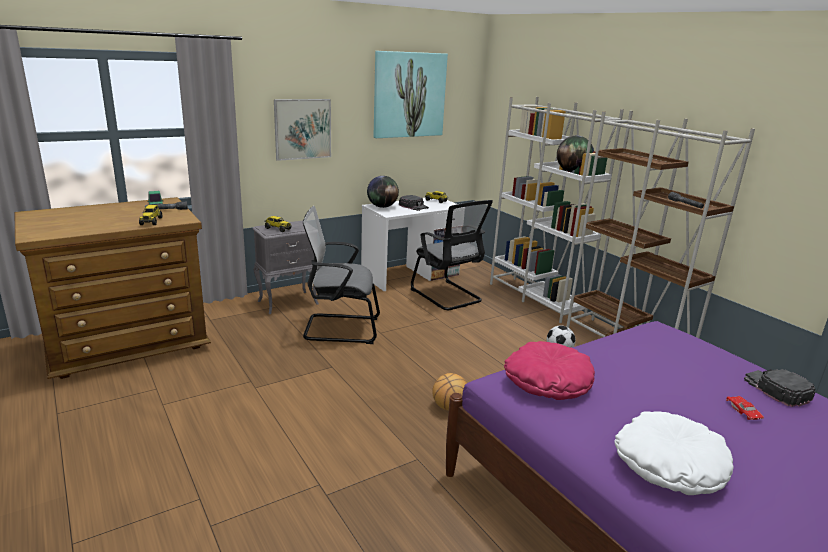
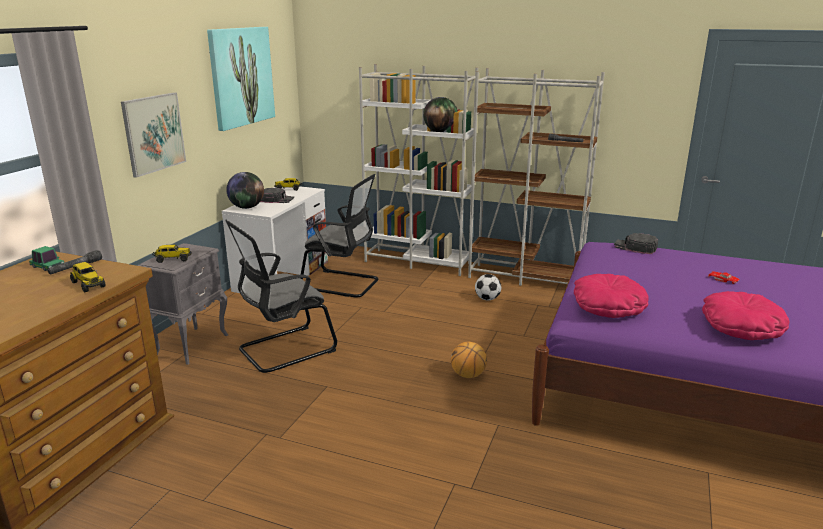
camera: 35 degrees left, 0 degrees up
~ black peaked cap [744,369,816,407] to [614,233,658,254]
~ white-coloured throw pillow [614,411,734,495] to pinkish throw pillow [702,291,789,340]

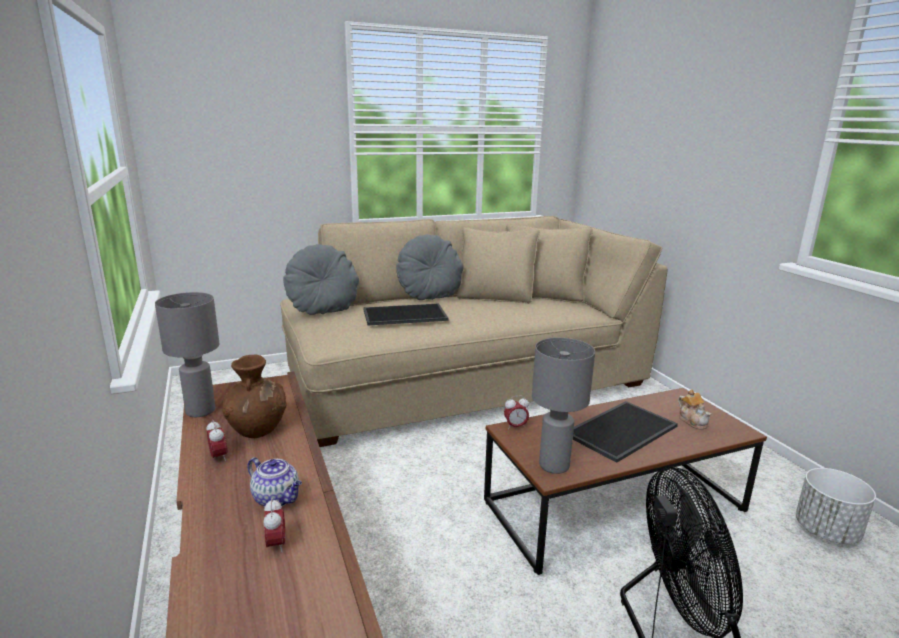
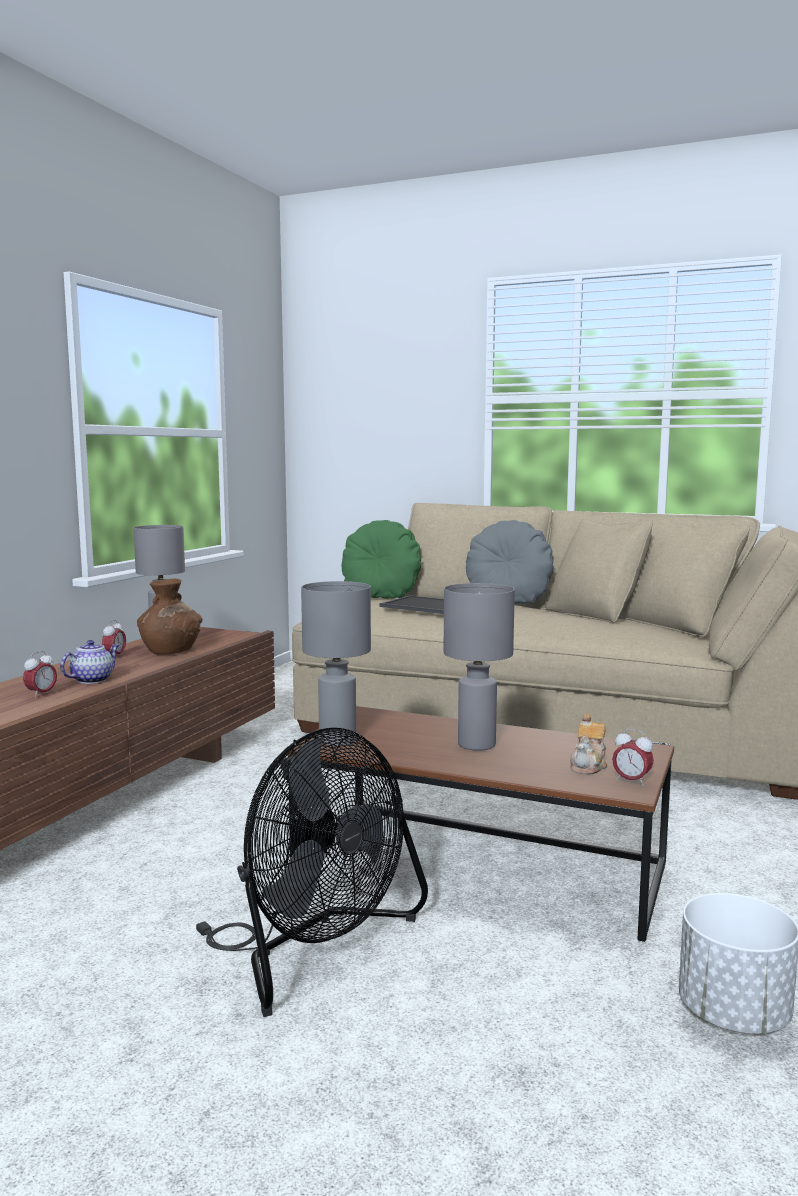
camera: 45 degrees right, 10 degrees down
~ tea pot [247,457,302,507] = [60,640,119,684] 135 degrees counterclockwise
~ greyish throw pillow [283,244,359,315] to greenish throw pillow [342,520,421,599]
~ carrying tray [573,401,678,463] to greyish table lamp [444,583,515,751]
~ bedside clock [504,396,529,429] to [612,728,654,786]

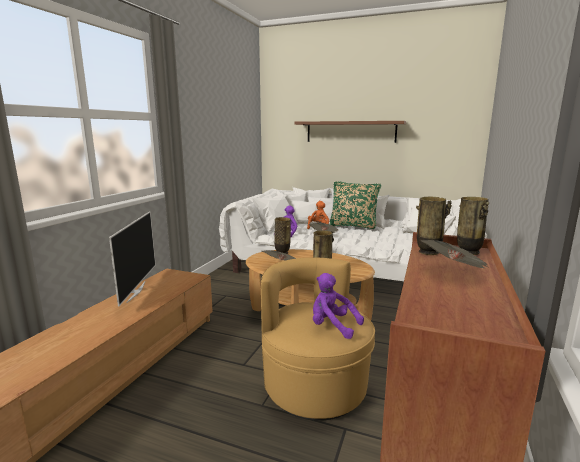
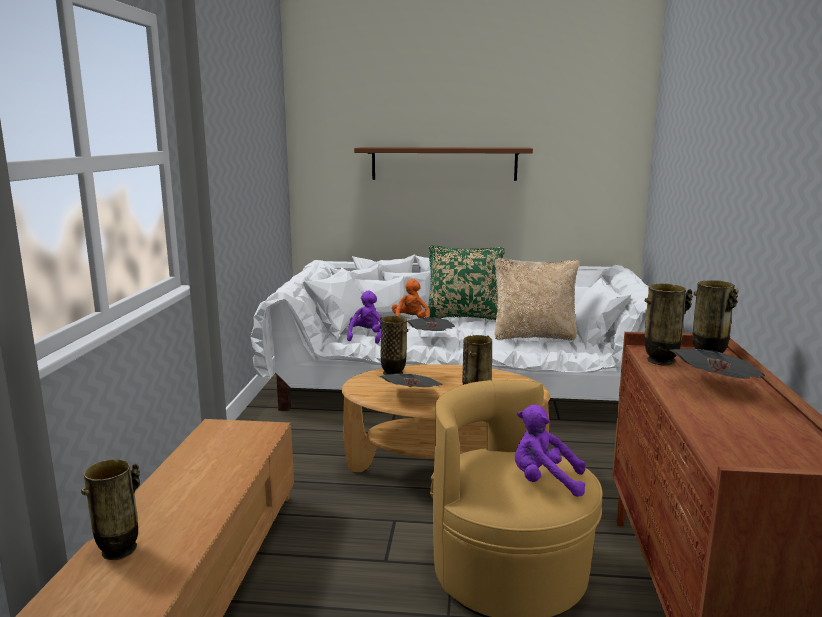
camera: 15 degrees left, 0 degrees up
+ vase [81,459,141,560]
+ sand-coloured throw pillow [494,258,580,341]
- television [109,211,156,307]

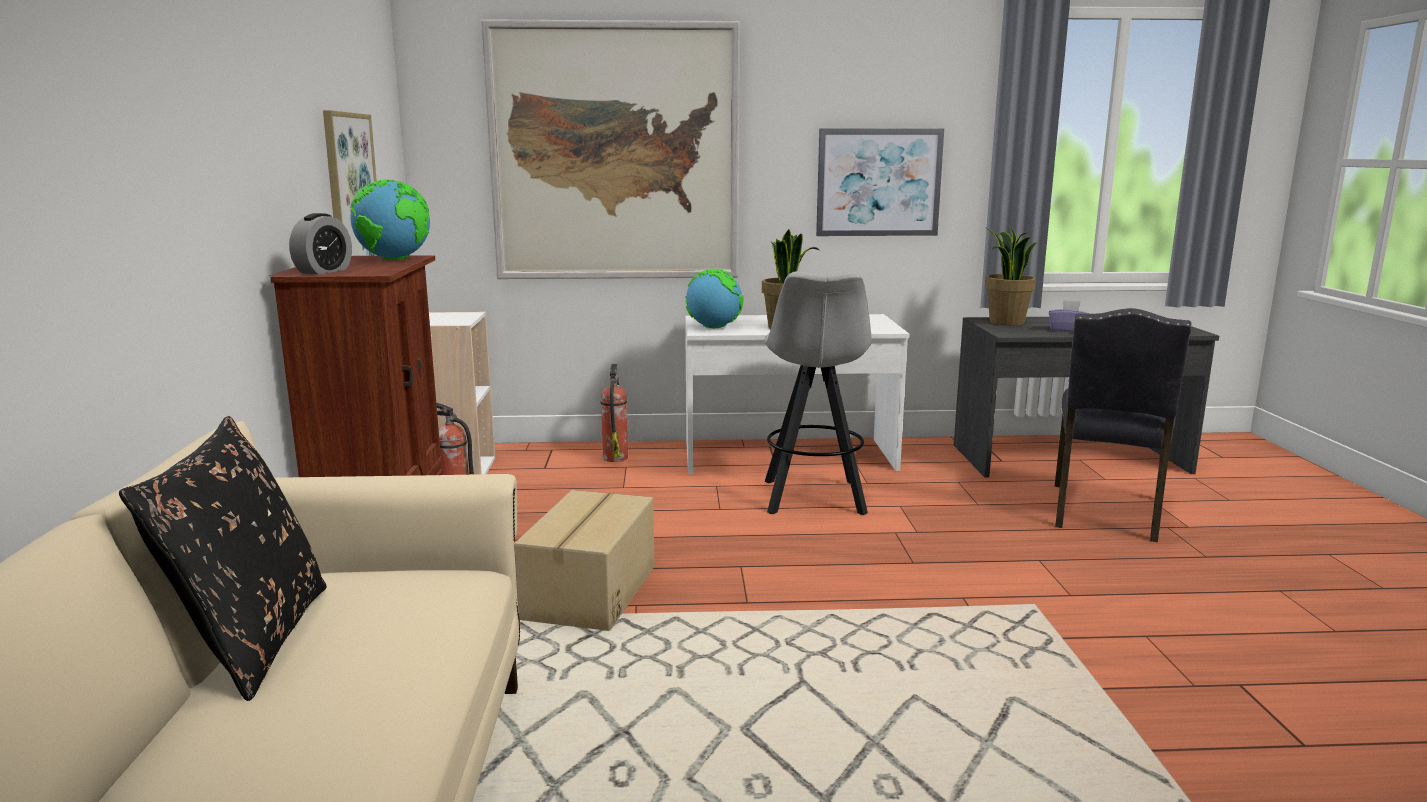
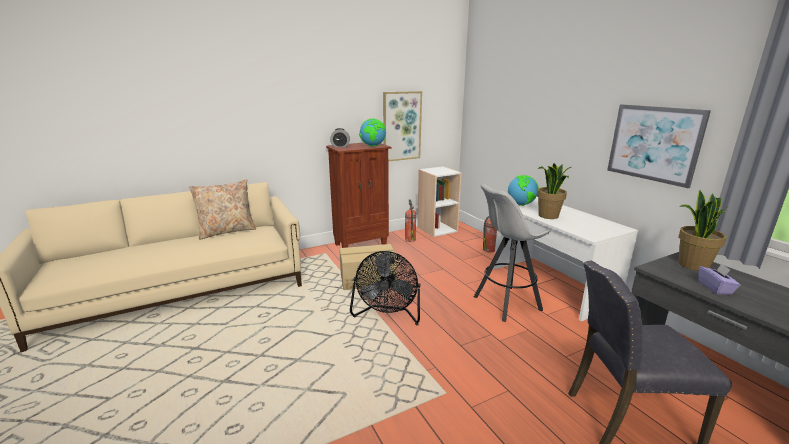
camera: 65 degrees right, 5 degrees up
~ black throw pillow [119,416,327,701] to sand-coloured throw pillow [189,179,256,240]
+ black cooling fan [350,251,420,326]
- wall picture [481,19,740,279]

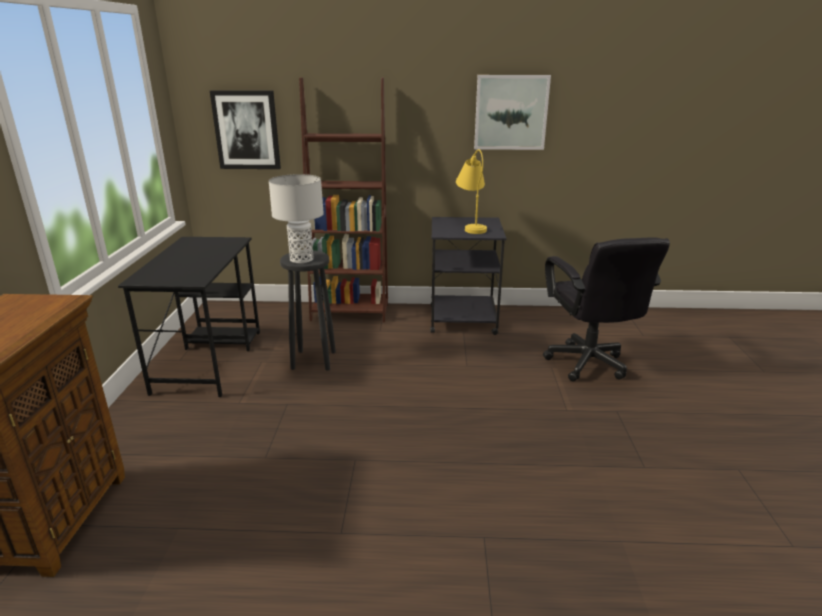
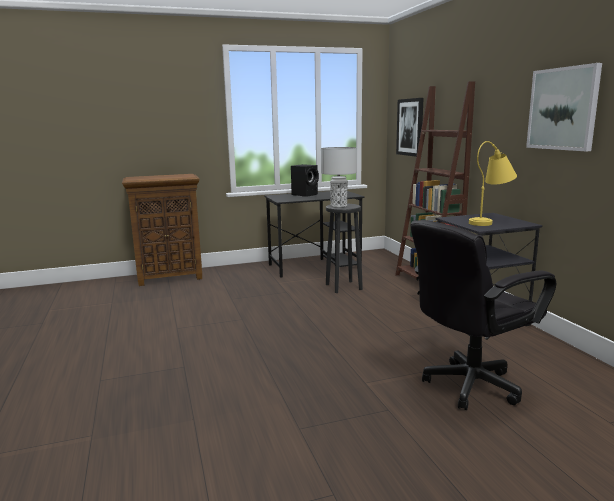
camera: 70 degrees right, 10 degrees down
+ black audio speaker [291,164,319,197]

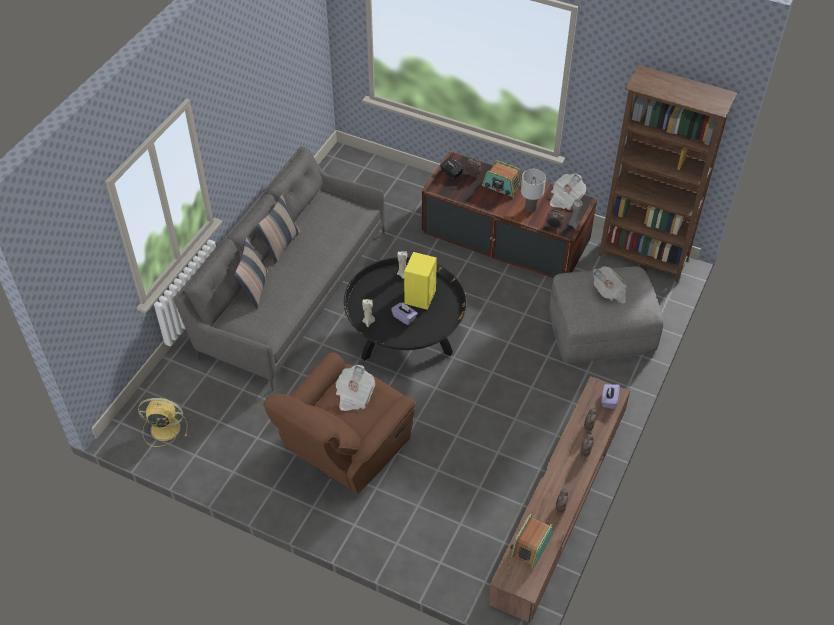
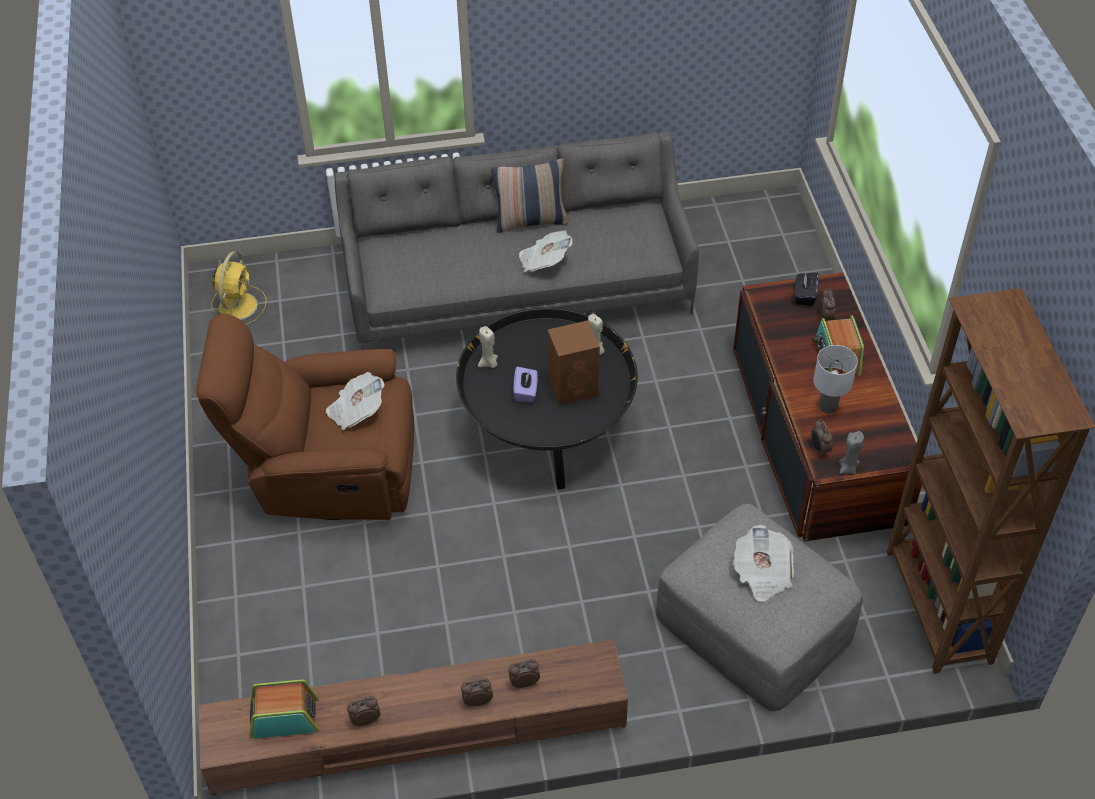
camera: 55 degrees right, 0 degrees up
~ yellow cooling fan [138,398,187,447] = [211,251,267,325] 45 degrees clockwise
~ newspaper [550,174,586,210] to [519,230,572,272]
~ yellow audio speaker [404,252,437,310] to brown-coloured audio speaker [548,320,600,406]
- throw pillow [234,238,268,309]
- purple-coloured tissue holder [602,384,620,409]

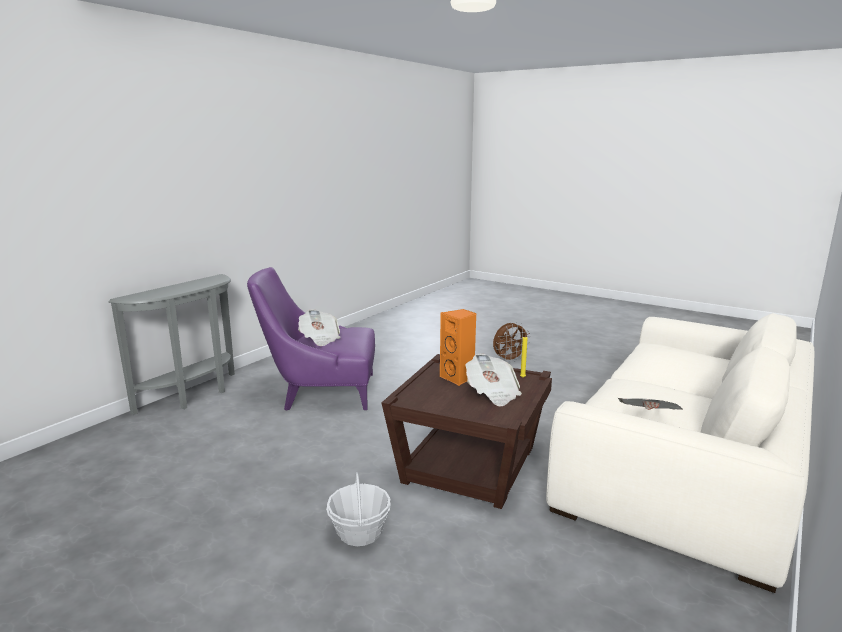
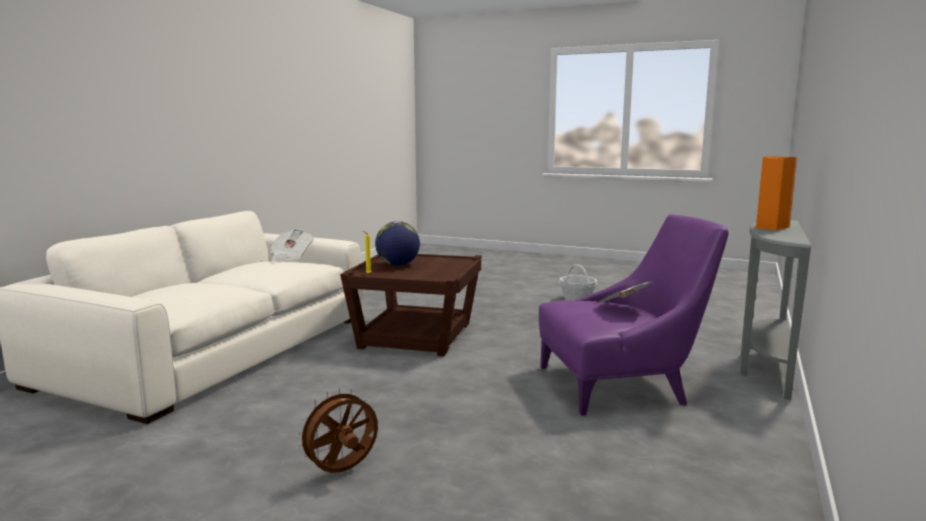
camera: 170 degrees right, 5 degrees down
~ newspaper [465,353,522,407] to world globe [375,221,420,266]
~ household basket [326,472,391,546] to [560,264,597,301]
~ orange audio speaker [440,309,476,386] to [756,156,797,230]

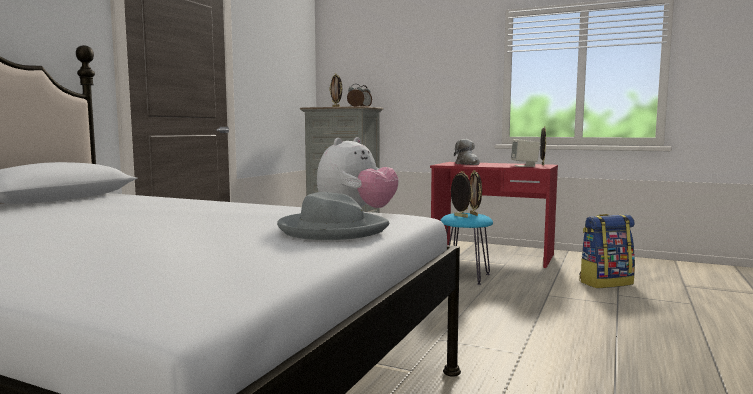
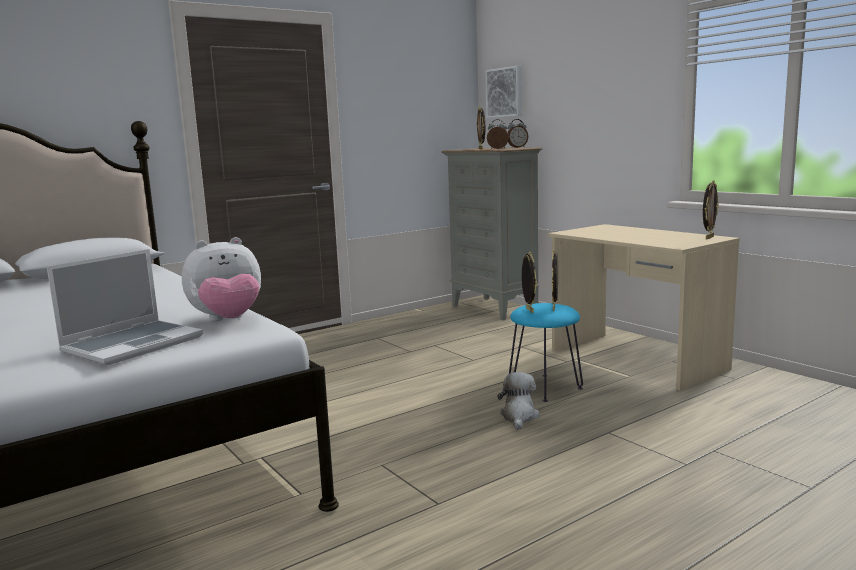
camera: 30 degrees right, 5 degrees up
~ greyish clothing hat [277,192,389,240] to notebook computer [47,249,203,366]
+ wall picture [485,66,522,118]
~ cuddly toy [454,139,480,165] to [497,372,540,430]
~ red desk [430,162,558,268] to sand-coloured desk [548,224,740,390]
- sand-coloured audio speaker [511,139,540,167]
- rucksack [580,214,635,288]

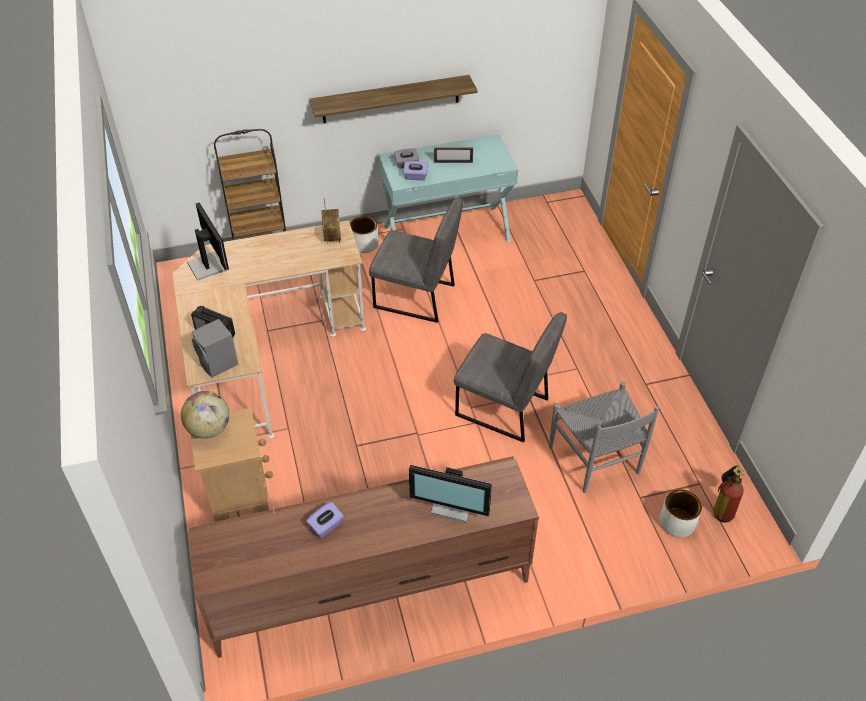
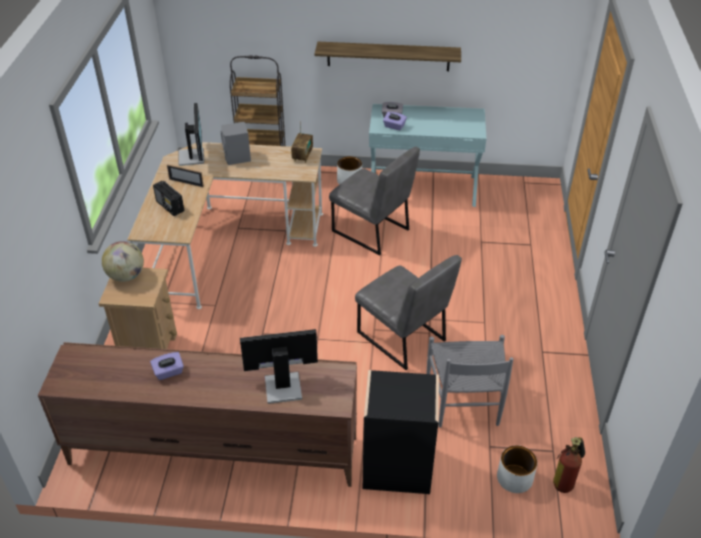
camera: 20 degrees right, 5 degrees down
~ standing frame [434,147,473,163] to [167,165,204,187]
~ greyish audio speaker [192,319,238,378] to [221,122,251,165]
~ computer screen [409,465,492,523] = [240,329,318,404] 135 degrees clockwise
+ black shelving unit [362,370,439,494]

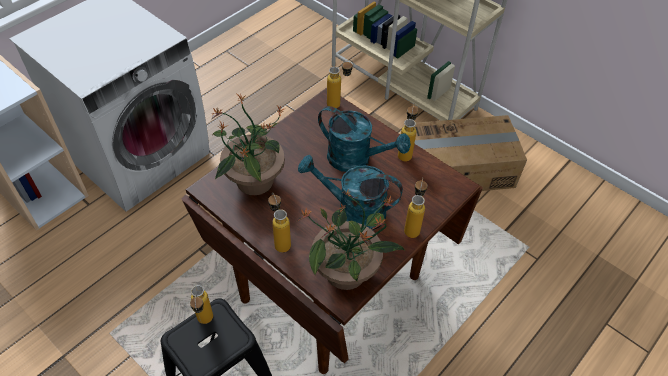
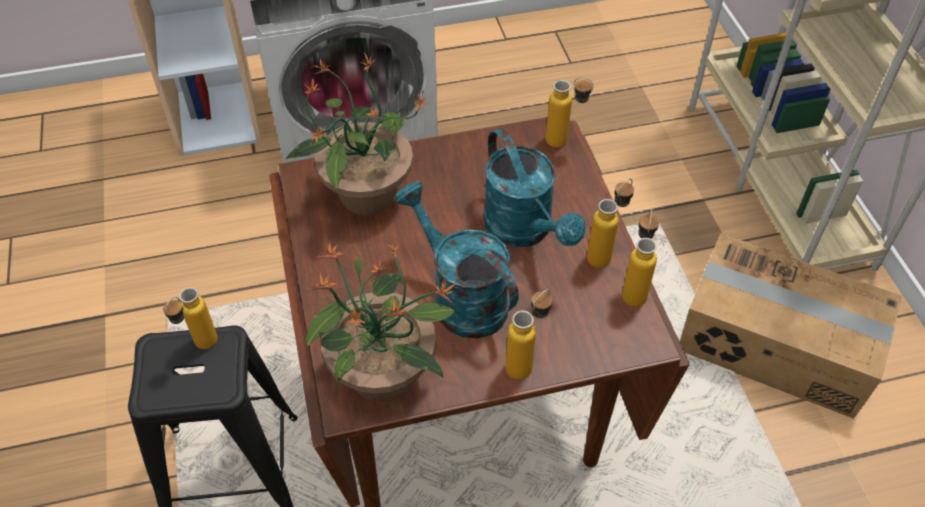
camera: 35 degrees right, 0 degrees up
~ drink bottle [268,192,291,253] to [622,210,659,307]

